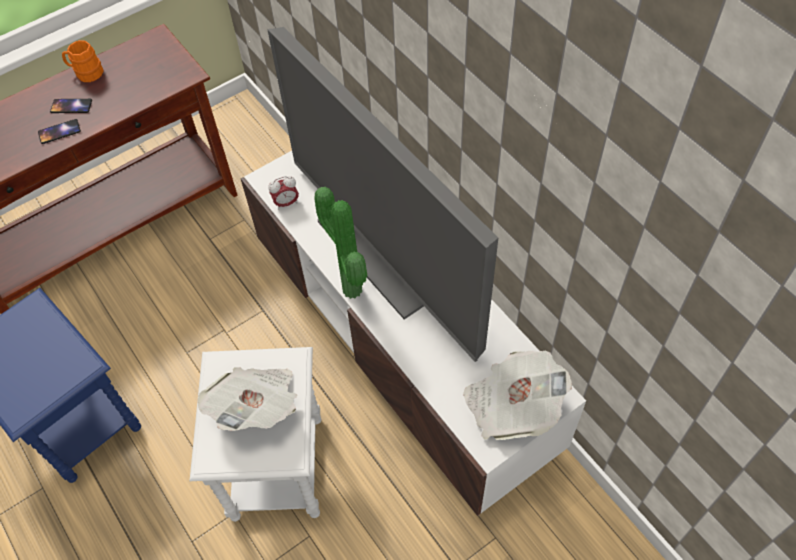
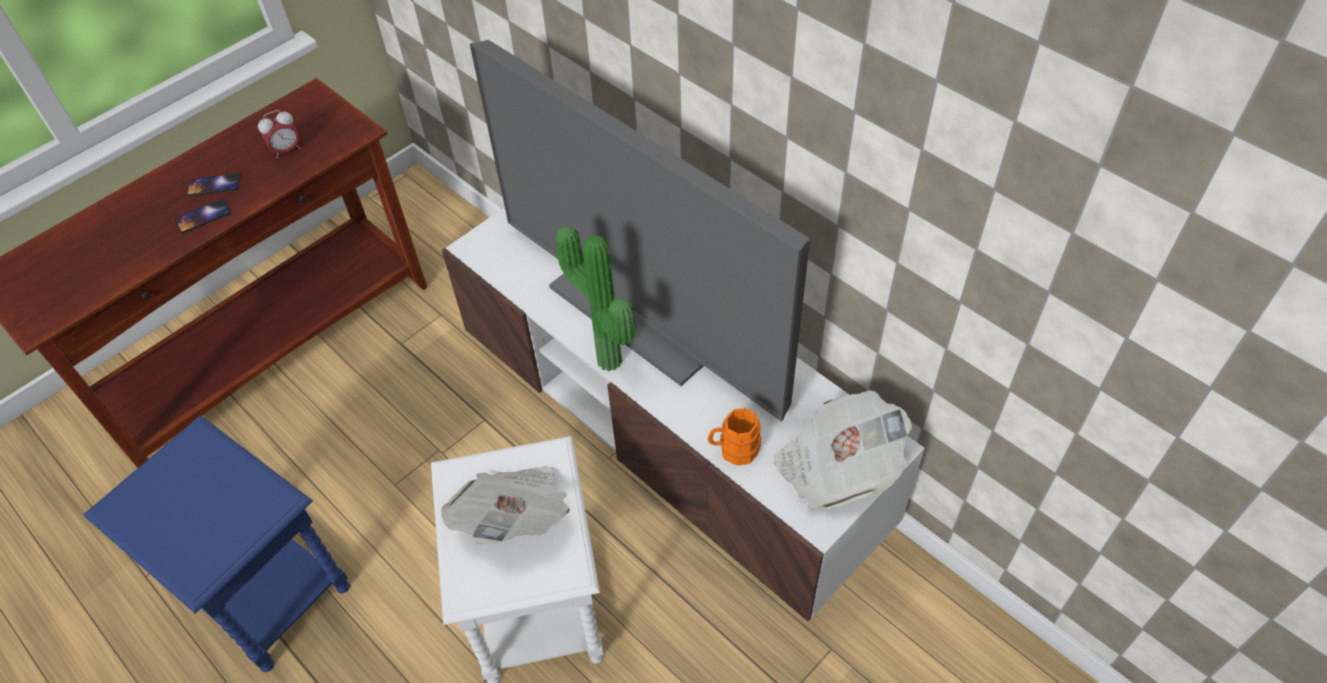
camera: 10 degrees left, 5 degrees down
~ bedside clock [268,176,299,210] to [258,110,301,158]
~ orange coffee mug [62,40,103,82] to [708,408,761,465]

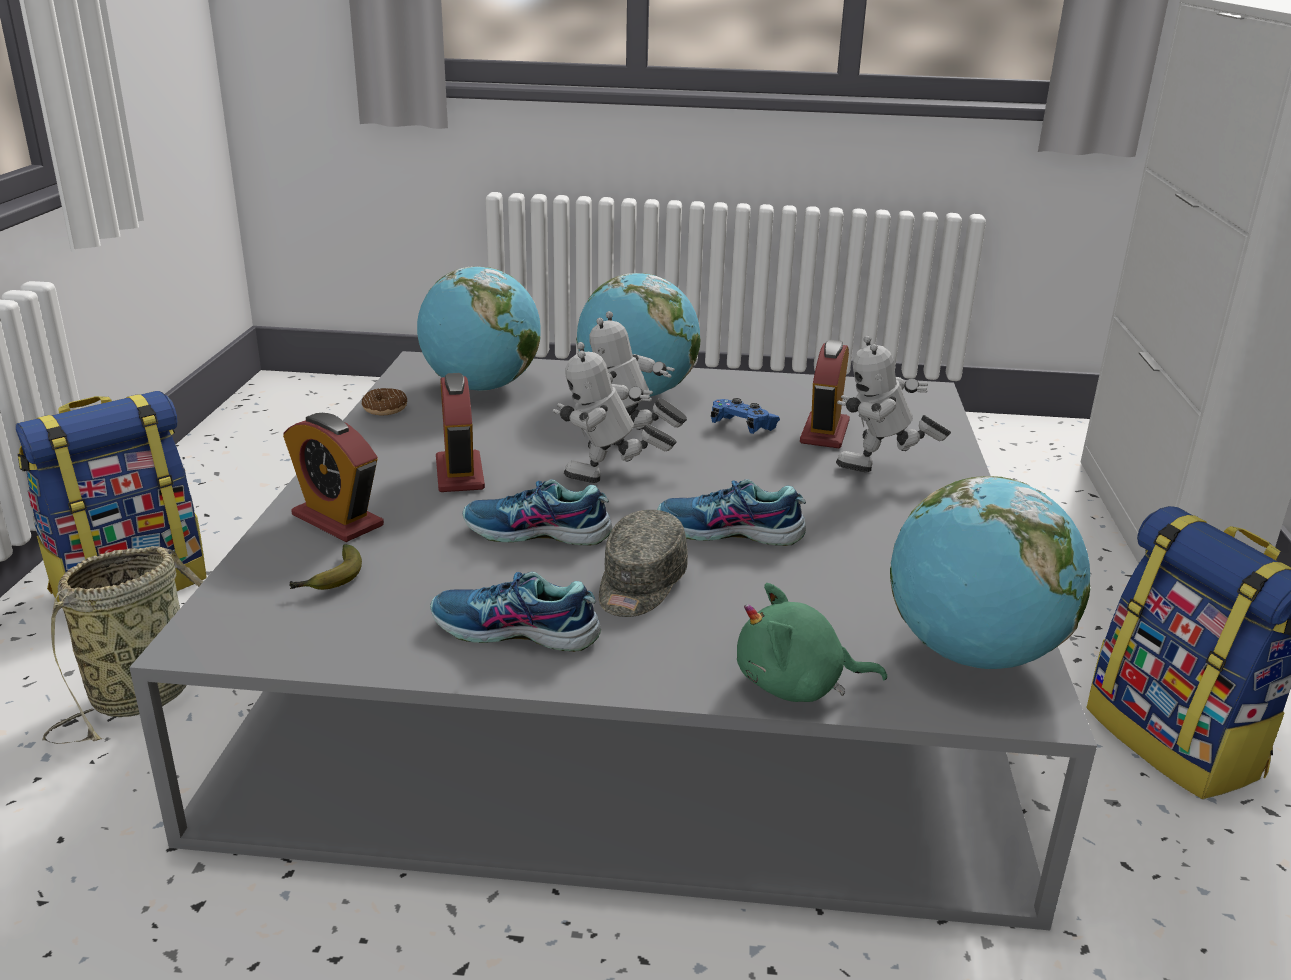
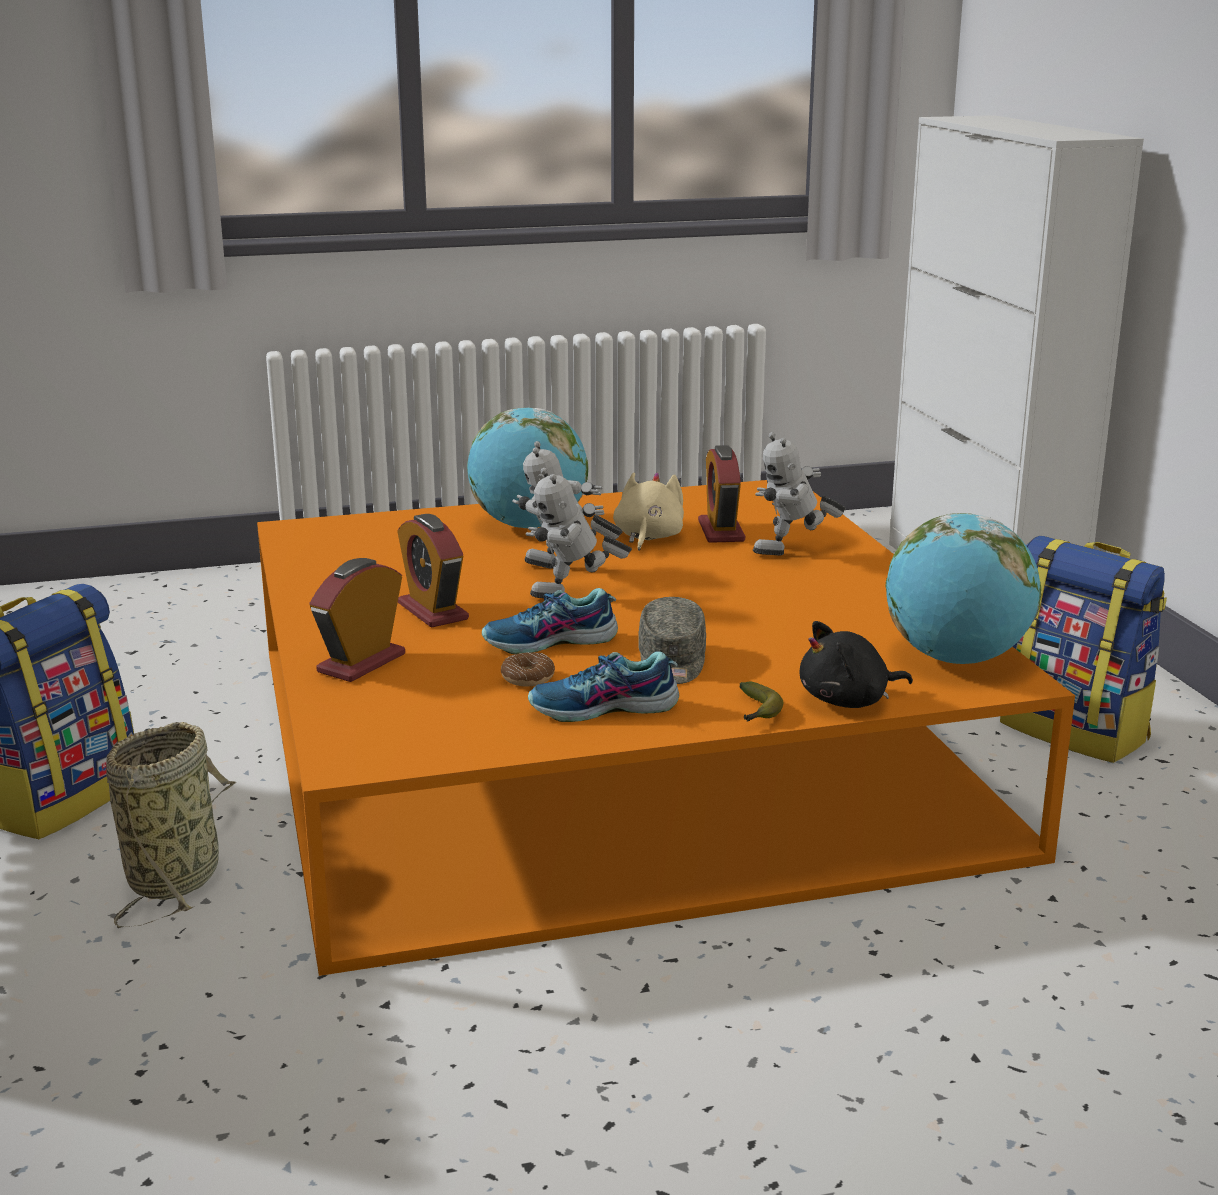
camera: 20 degrees left, 5 degrees down
~ greyish coffee table [129,351,1097,930] to orange coffee table [257,480,1075,976]
~ bedside clock [283,413,384,542] = [309,558,405,682] 105 degrees clockwise
~ ring doughnut [362,388,407,415] to [501,652,555,687]
~ blue-coloured joypad [711,398,780,434] to sand-coloured cuddly toy [613,472,684,551]
~ banana [289,544,362,590] to [740,682,783,722]
~ greenish cuddly toy [737,583,887,702] to black cuddly toy [800,621,913,708]
- world globe [417,266,541,391]
- item of footwear [657,479,806,546]

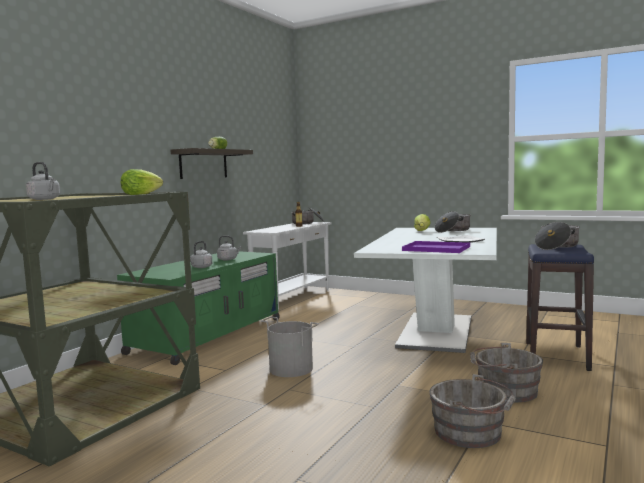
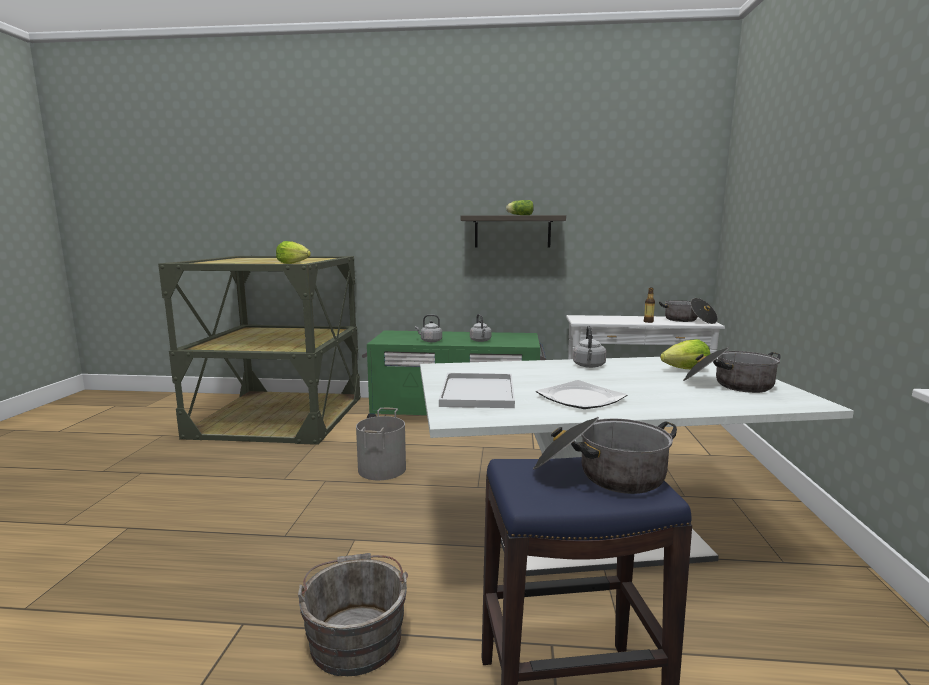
camera: 65 degrees right, 5 degrees up
~ purple-coloured carrying tray [402,241,470,253] to white-coloured carrying tray [439,373,515,408]
~ greyish kettle [26,162,60,200] to [573,326,606,368]
- greyish bucket [429,374,516,448]

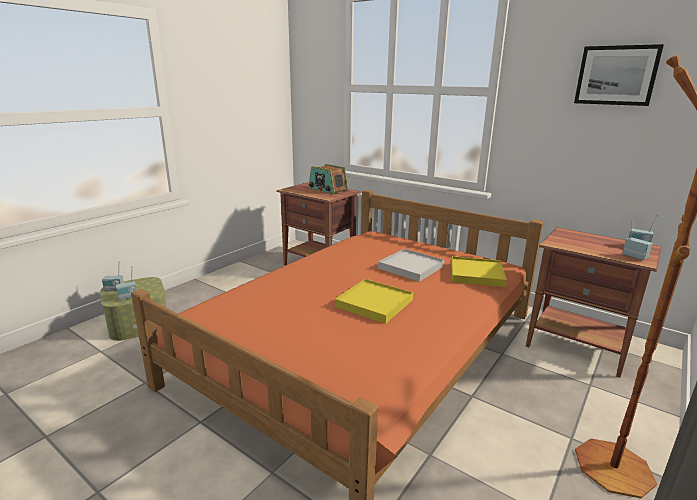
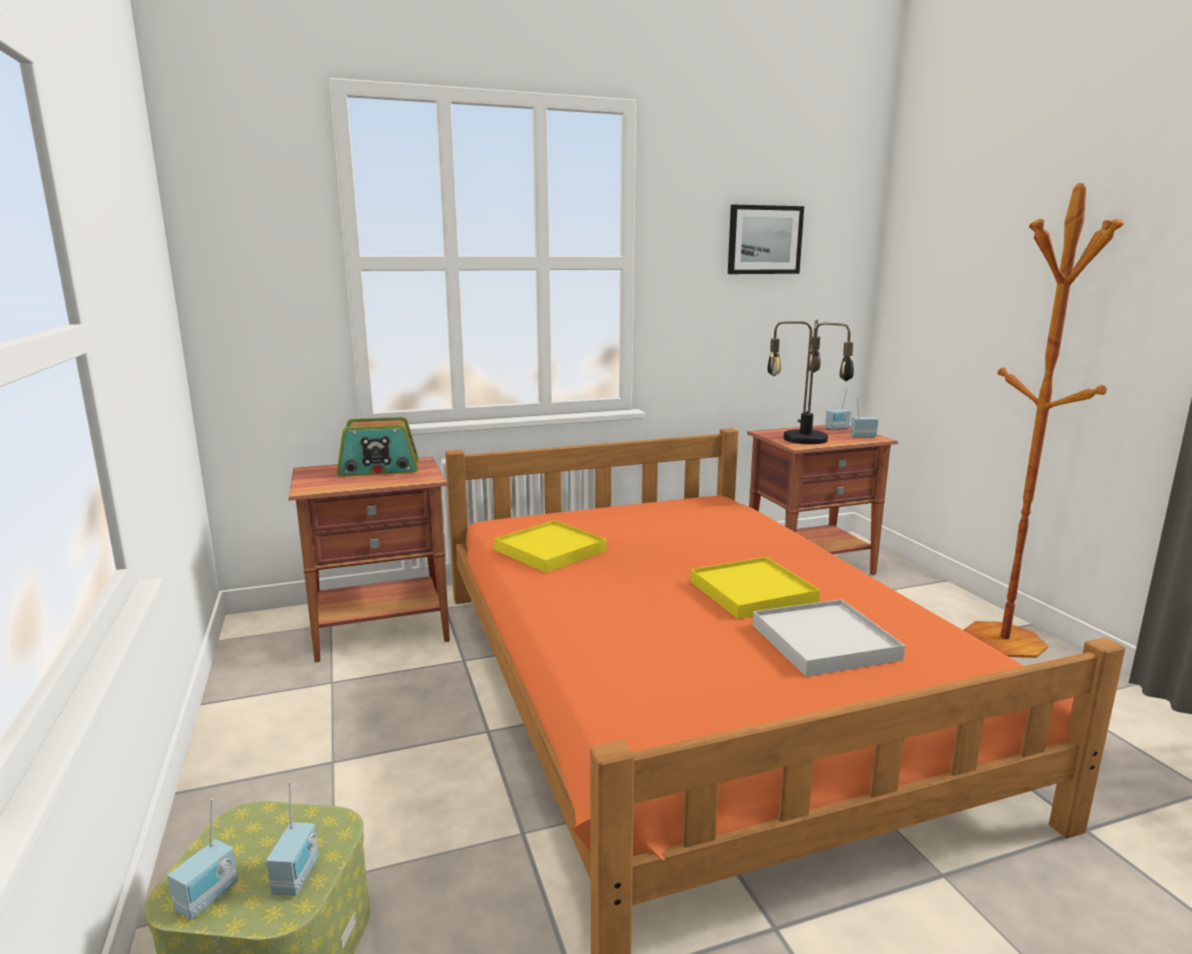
camera: 55 degrees left, 5 degrees down
~ yellow carrying tray [451,256,507,287] to [494,520,607,573]
~ white-coloured carrying tray [378,249,444,282] to [753,599,905,676]
+ table lamp [768,320,854,444]

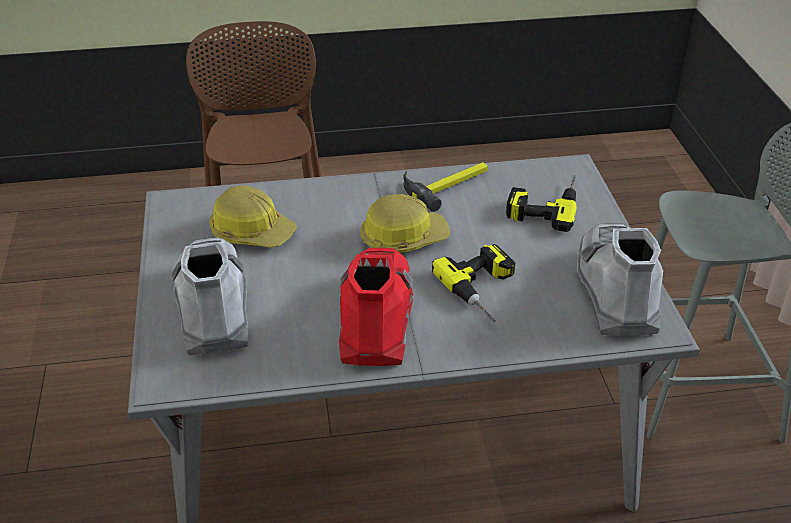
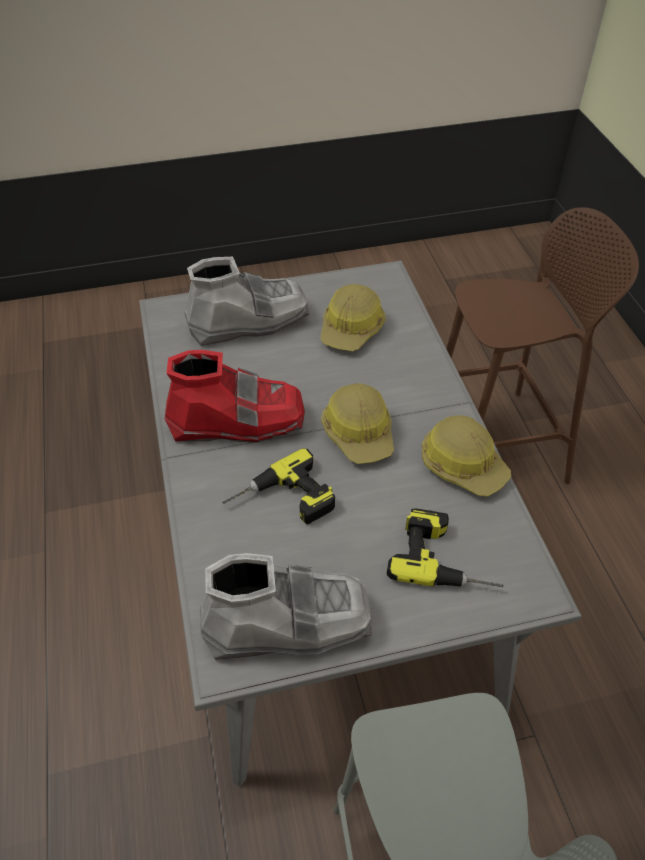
camera: 85 degrees right, 10 degrees up
~ hand hammer [403,162,488,212] to safety helmet [422,415,512,497]

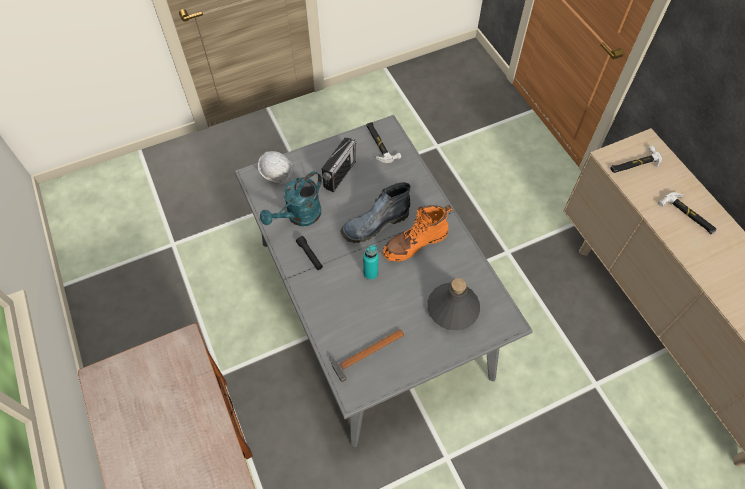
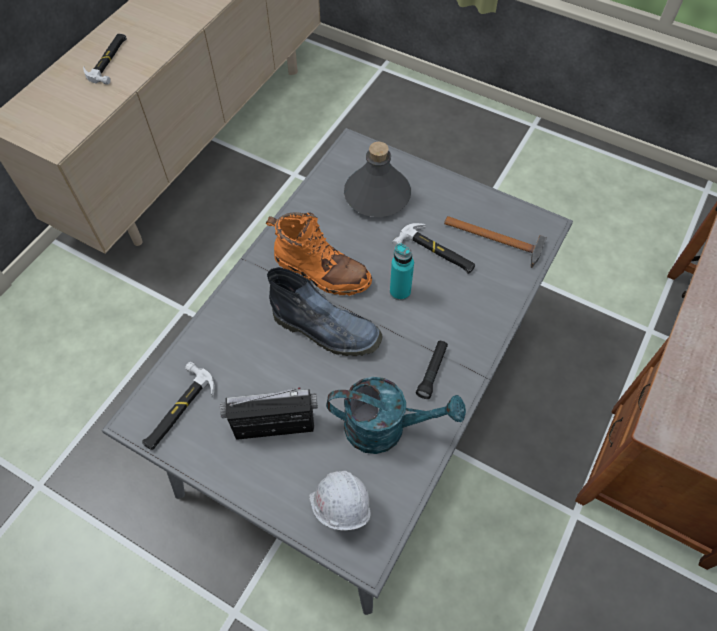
camera: 125 degrees left, 0 degrees up
~ hand hammer [610,146,662,173] to [393,223,475,274]

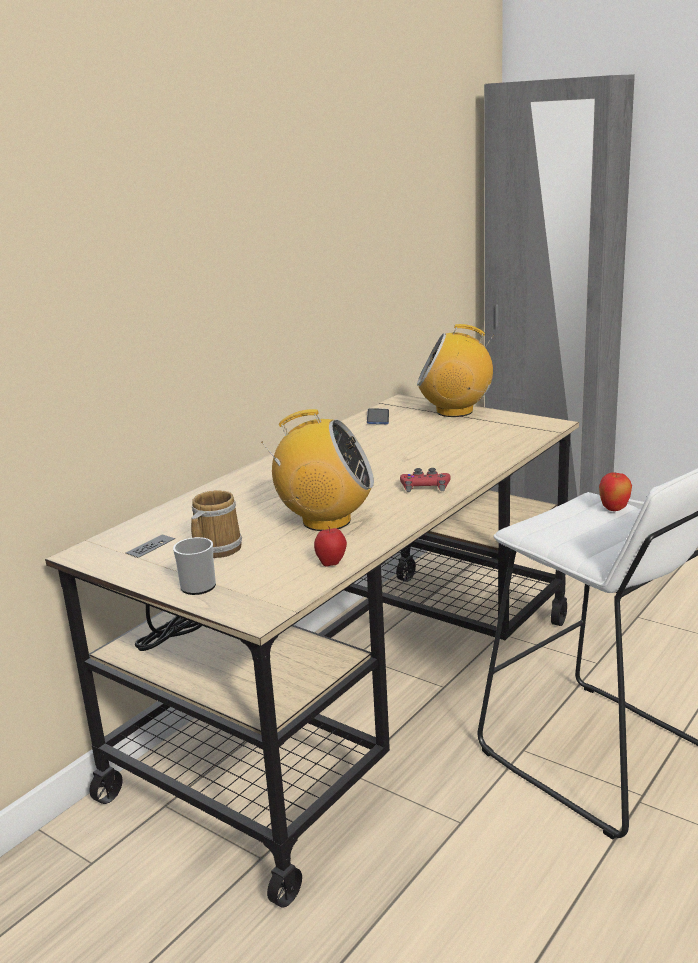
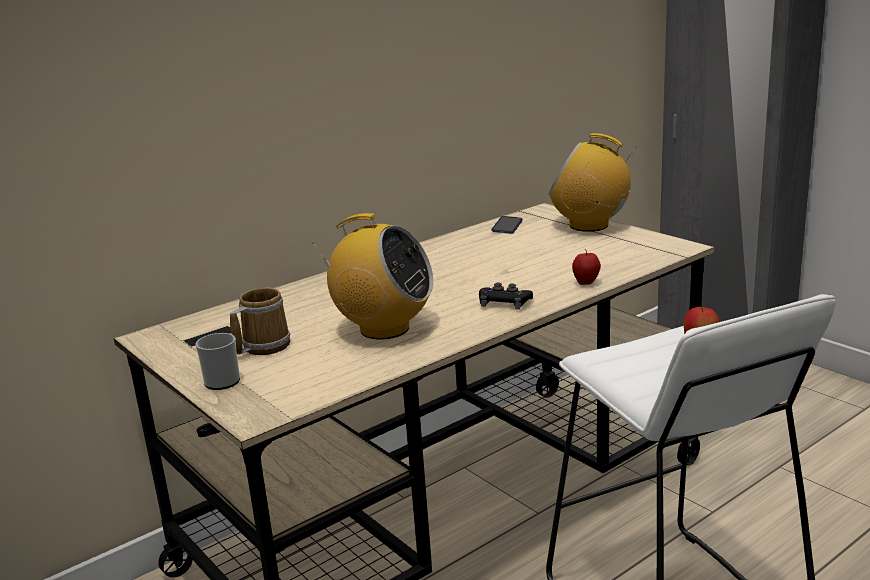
camera: 15 degrees right, 0 degrees up
~ red joypad [400,468,451,492] to black joypad [479,283,533,310]
~ apple fruit [314,526,347,567] to [572,251,601,285]

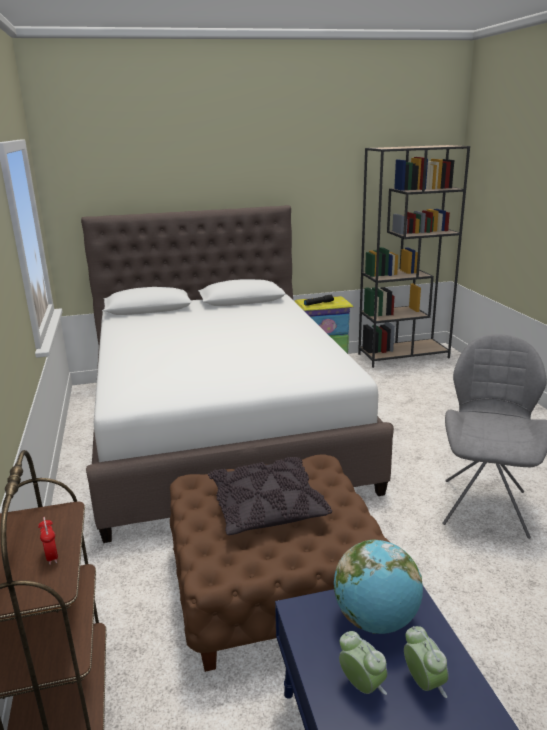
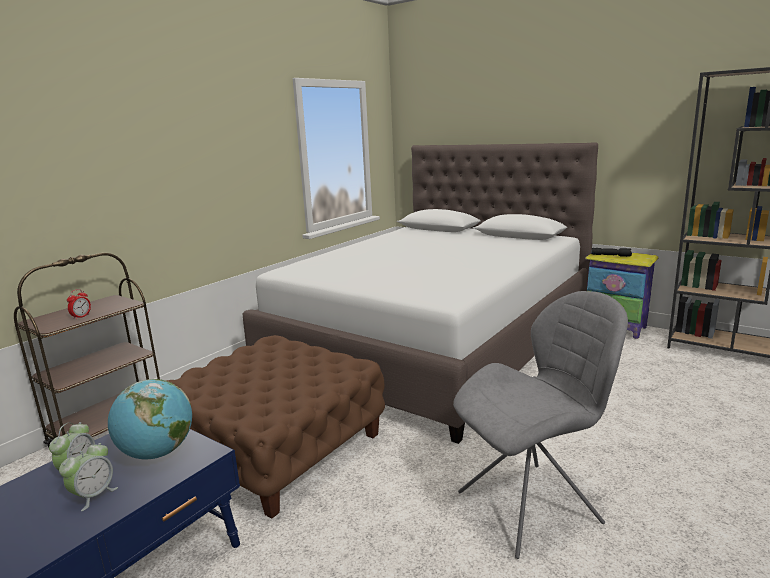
camera: 50 degrees right, 5 degrees down
- black throw pillow [208,457,332,535]

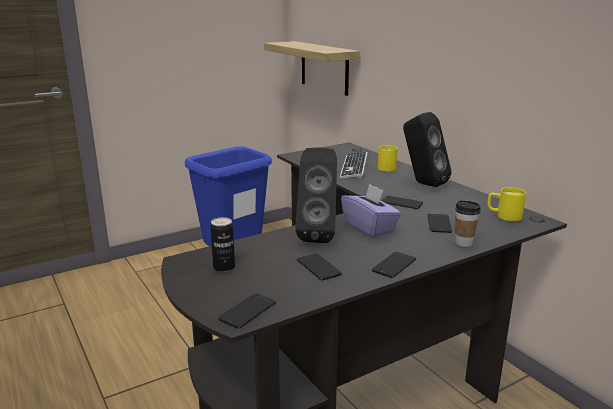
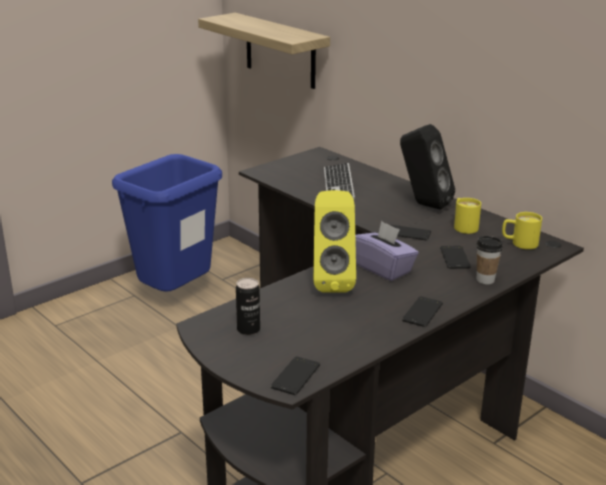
camera: 10 degrees left, 5 degrees up
~ black audio speaker [295,148,337,243] to yellow audio speaker [313,190,356,293]
~ yellow coffee mug [378,145,398,172] to [454,198,481,234]
- phone [297,253,342,281]

